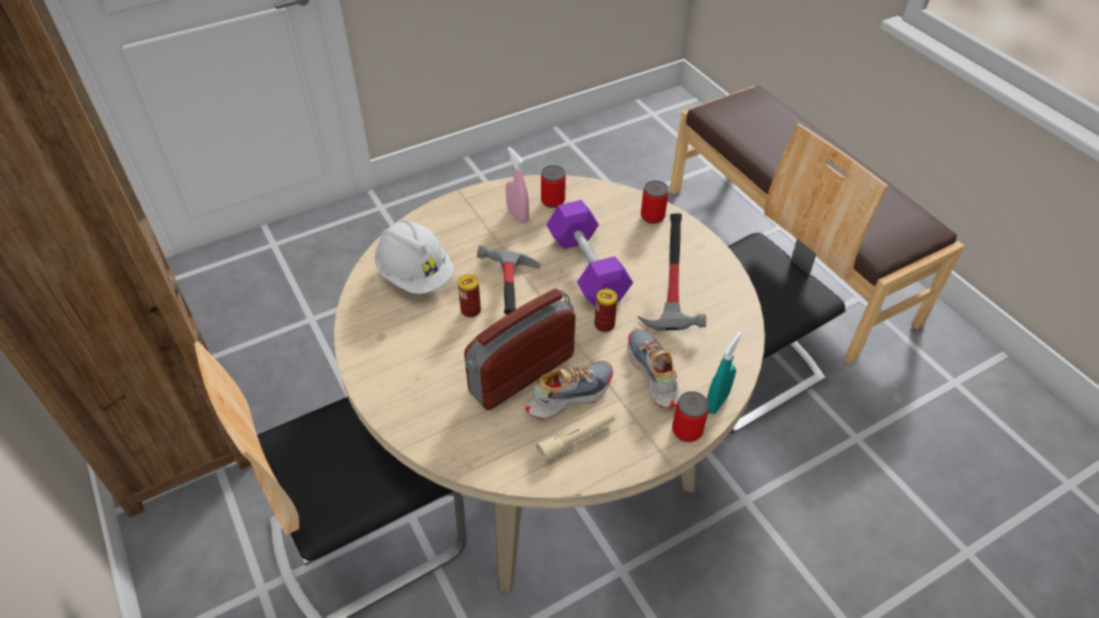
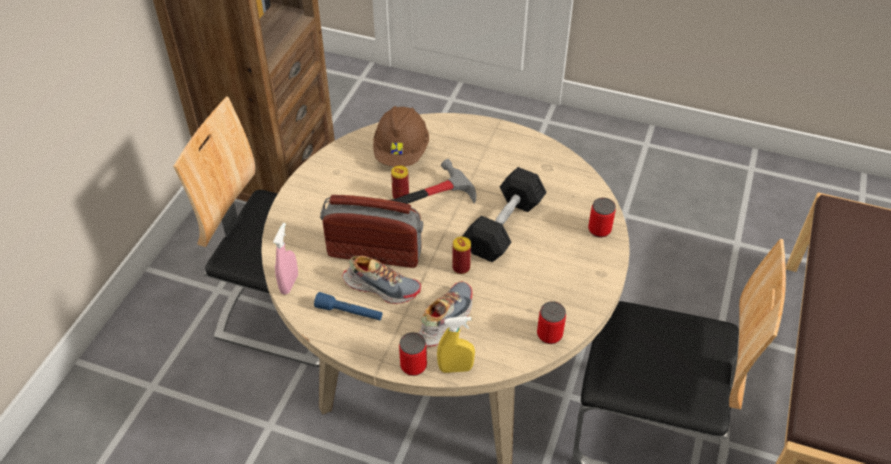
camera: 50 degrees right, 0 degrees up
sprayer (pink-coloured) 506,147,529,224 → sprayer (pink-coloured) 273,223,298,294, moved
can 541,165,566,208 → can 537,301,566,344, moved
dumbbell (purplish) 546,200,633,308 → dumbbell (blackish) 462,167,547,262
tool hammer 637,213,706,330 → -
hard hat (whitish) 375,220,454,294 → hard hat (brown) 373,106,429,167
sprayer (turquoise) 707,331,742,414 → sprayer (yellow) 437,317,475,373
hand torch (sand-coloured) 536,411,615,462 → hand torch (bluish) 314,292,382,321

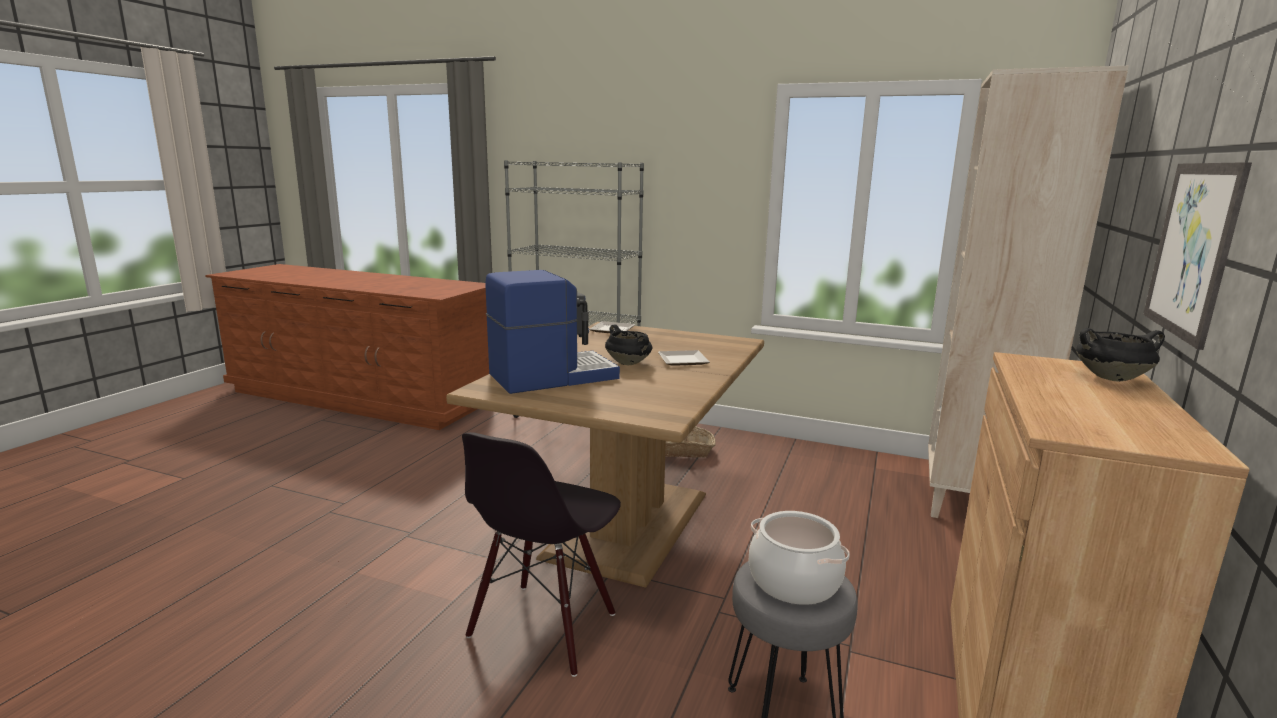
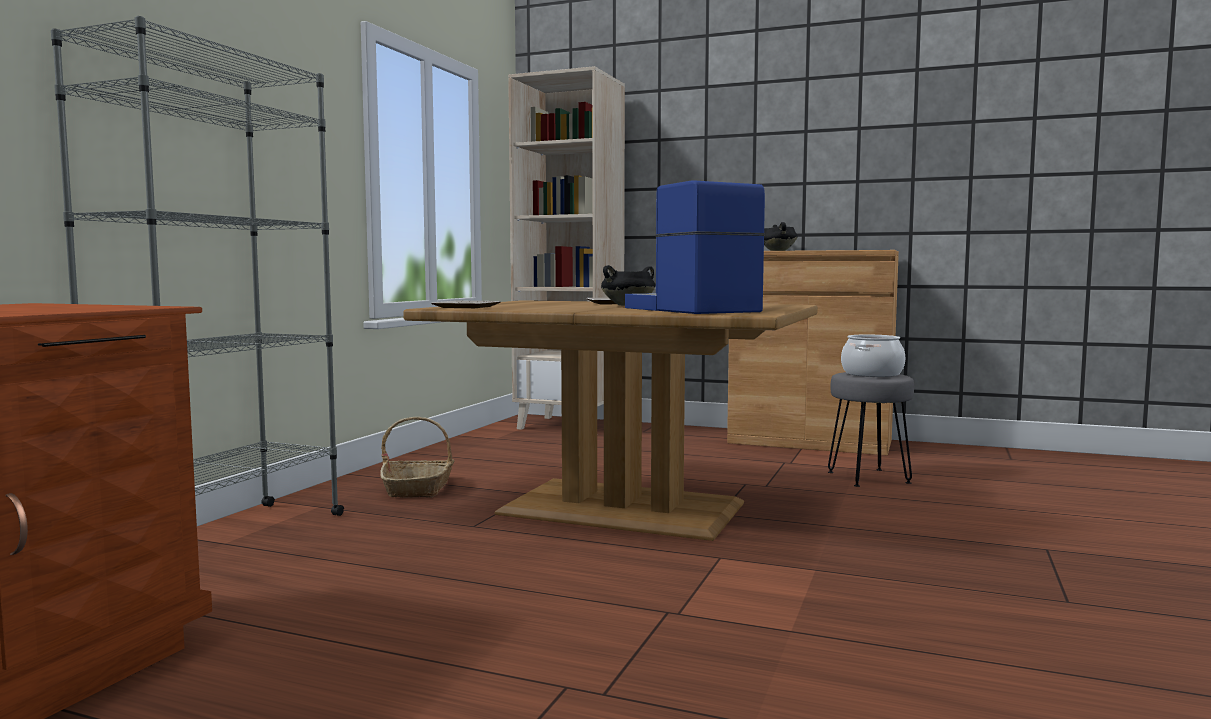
camera: 90 degrees left, 10 degrees down
picture 1143,162,1252,350 → -
plain chair (blackish) 462,432,621,677 → -

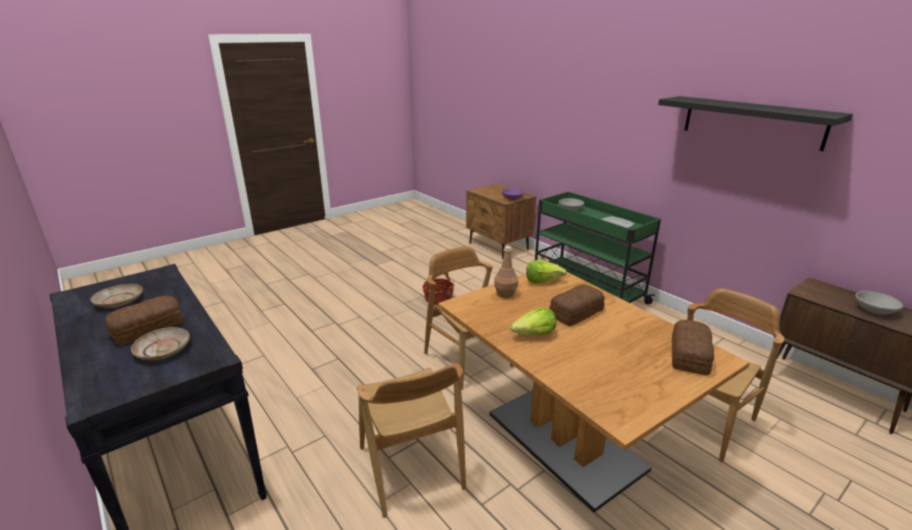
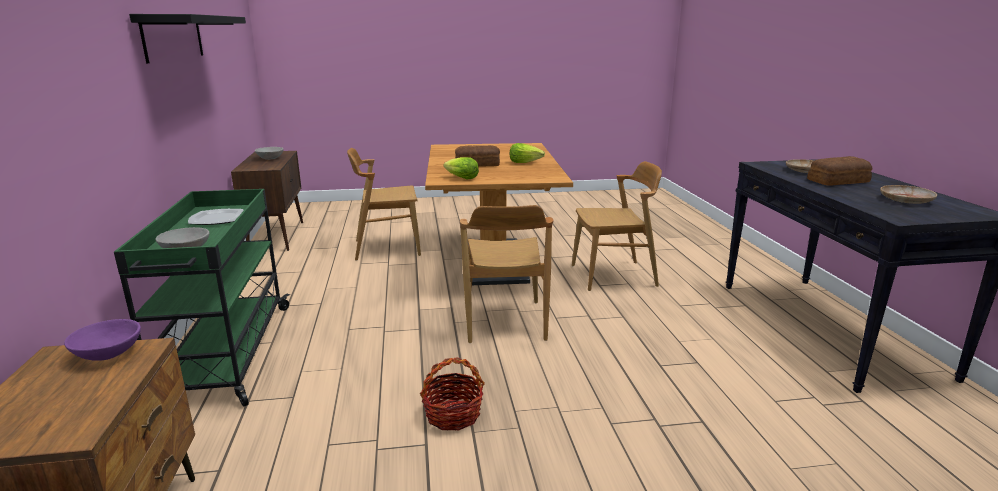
camera: 150 degrees left, 5 degrees down
beverage bottle (brown) 494,246,518,298 → -
bread 672,320,714,375 → -
plain chair (brown) 357,363,466,518 → plain chair (brown) 572,161,662,291, 75 degrees clockwise

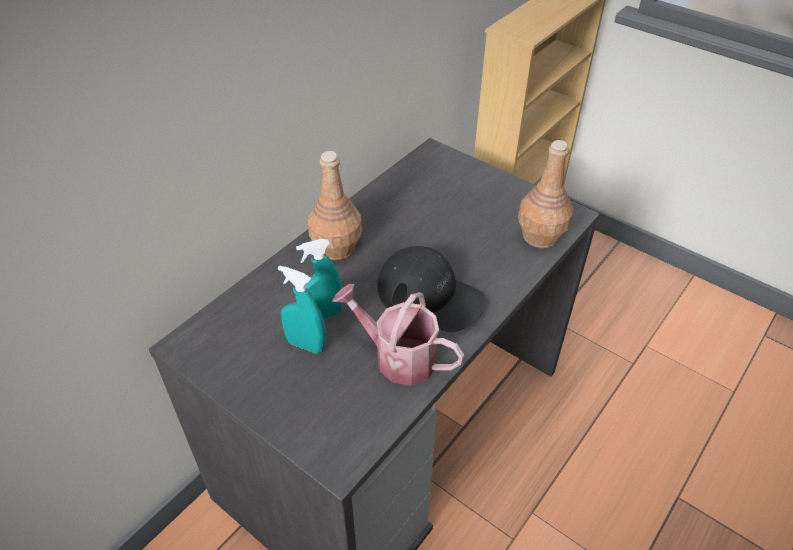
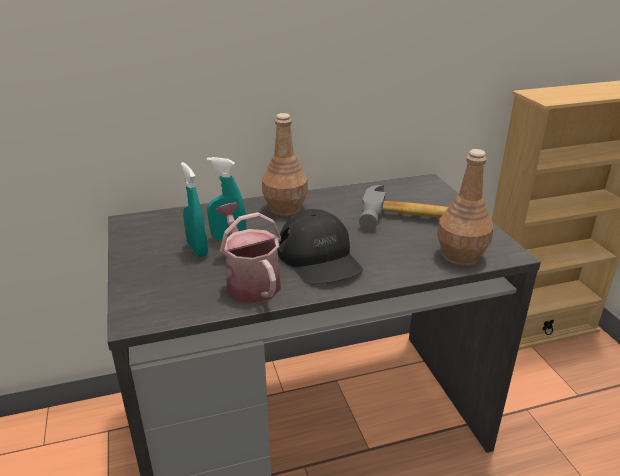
camera: 35 degrees right, 15 degrees down
- → tool hammer 359,185,448,230

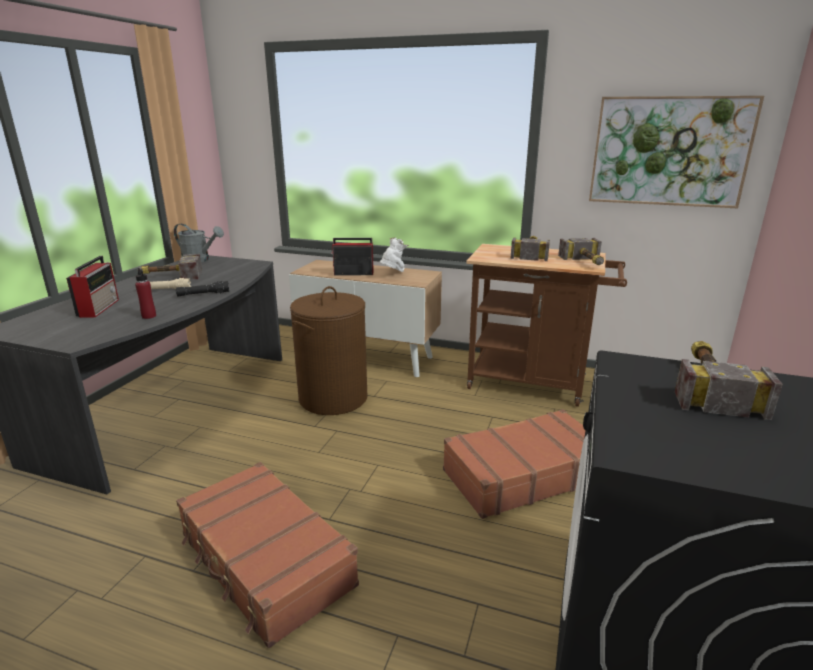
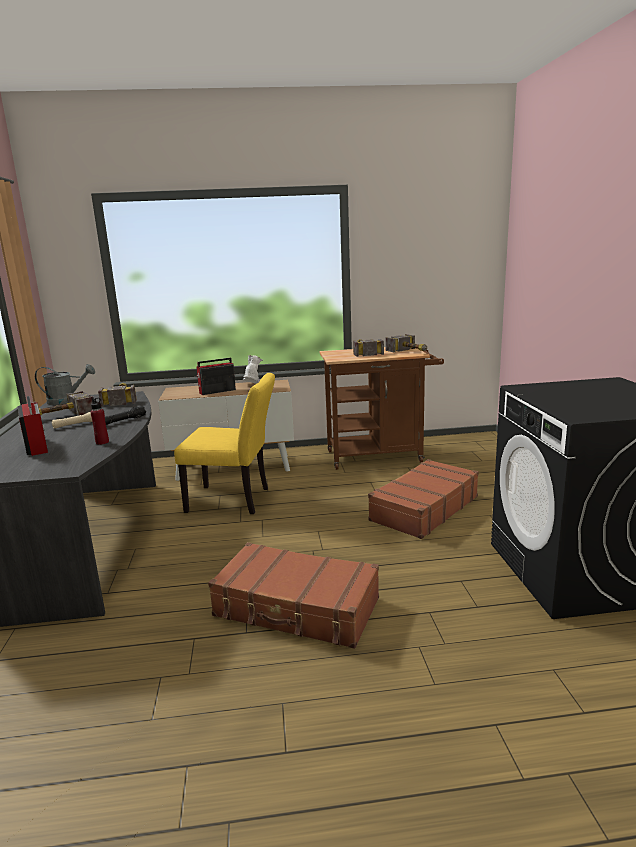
camera: 25 degrees left, 5 degrees down
picture 589,96,764,208 → -
hamper (brown) 290,286,367,415 → plain chair (yellow) 174,373,275,514
tool hammer 675,341,783,420 → tool hammer 98,383,137,407, moved

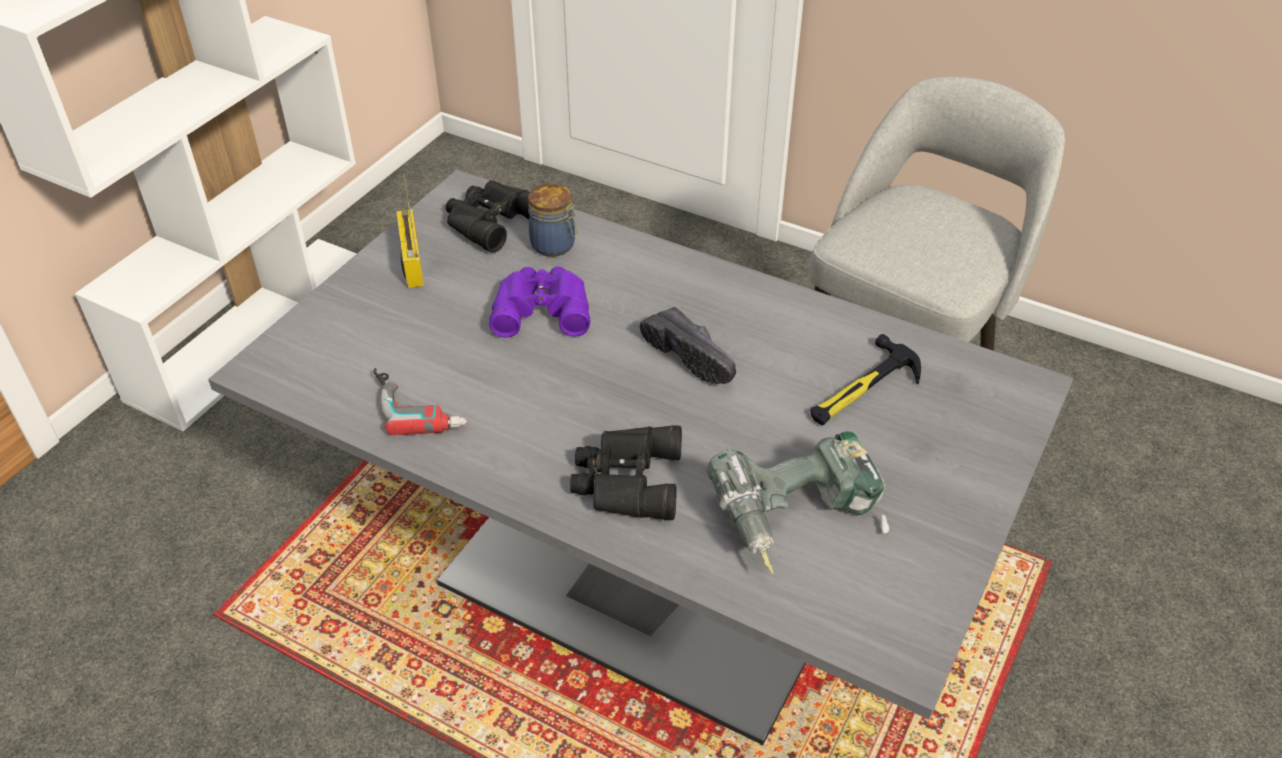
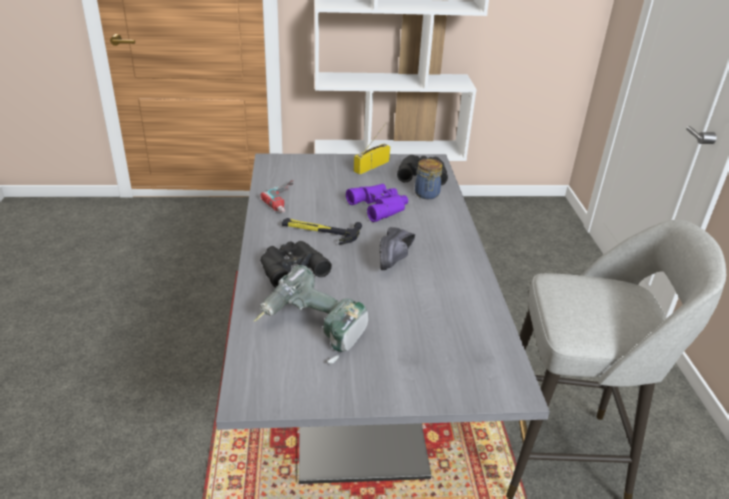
camera: 55 degrees right, 10 degrees down
tool hammer 811,334,921,425 → tool hammer 282,218,362,245, moved

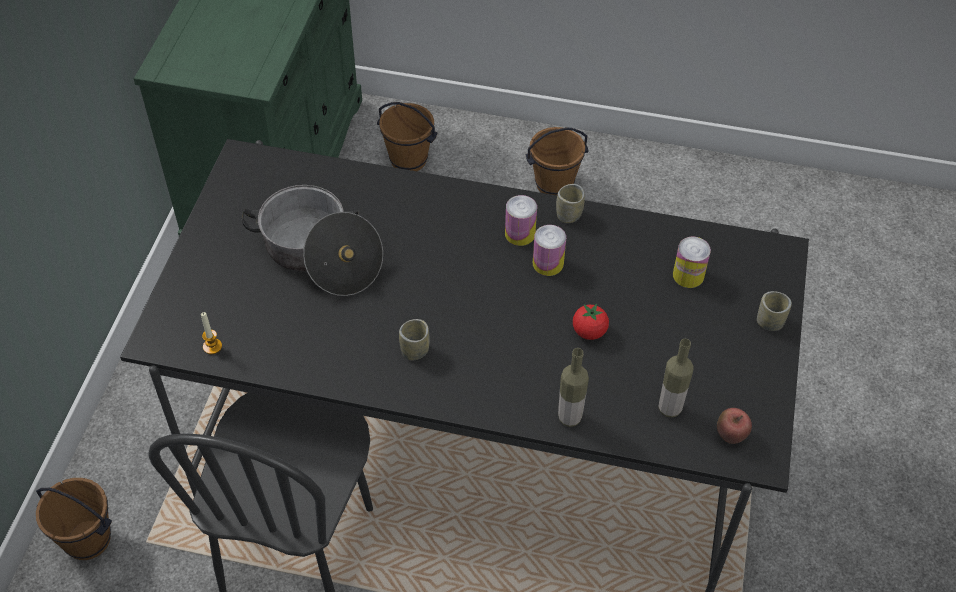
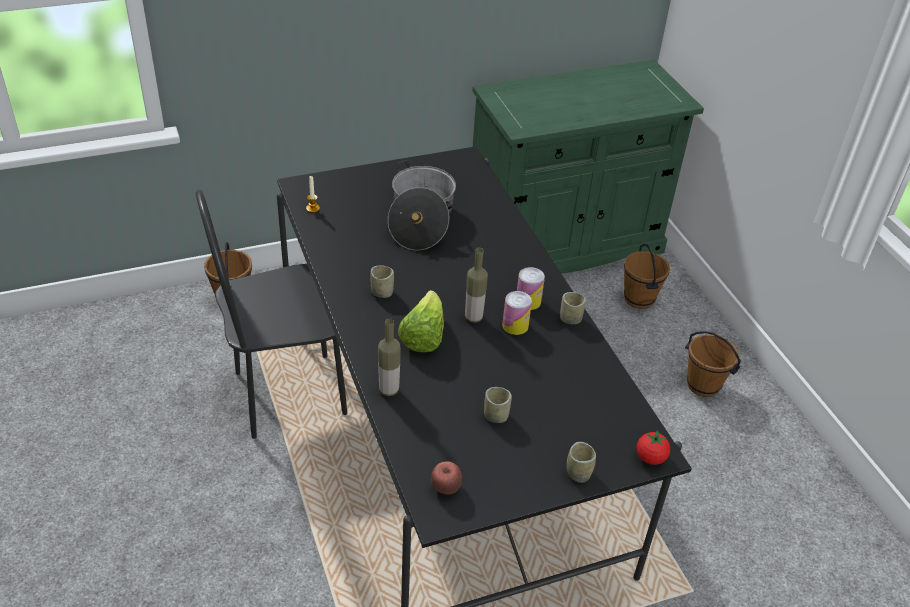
camera: 55 degrees right, 10 degrees down
can 673,237,711,288 → -
whole tomato 573,304,609,340 → whole tomato 637,430,670,465, moved
beverage bottle 658,339,694,418 → beverage bottle 465,248,488,323, moved
- → lettuce 398,290,444,352
- → drinking cup 484,387,512,423

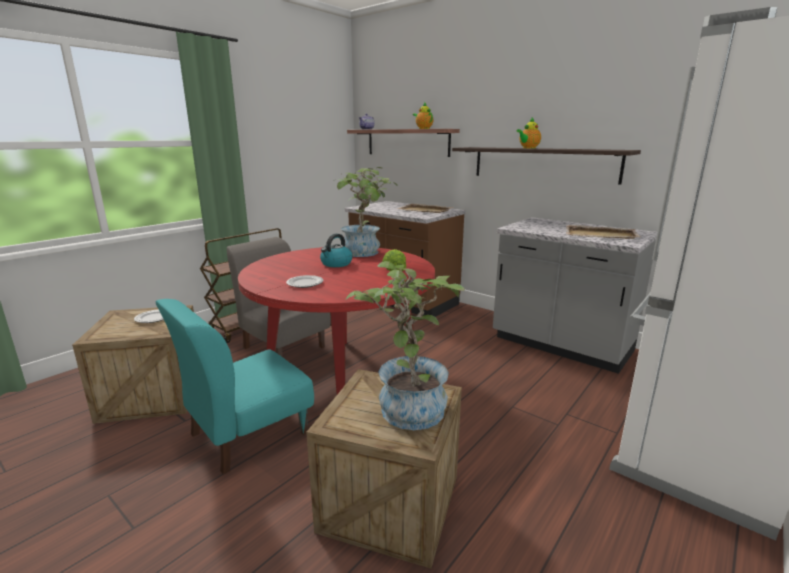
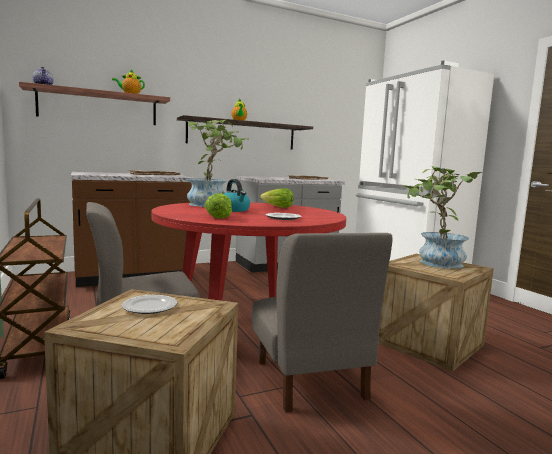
camera: 65 degrees left, 10 degrees down
plain chair (turquoise) 156,299,314,474 → plain chair (greyish) 252,233,393,413
- → lettuce 204,193,232,219

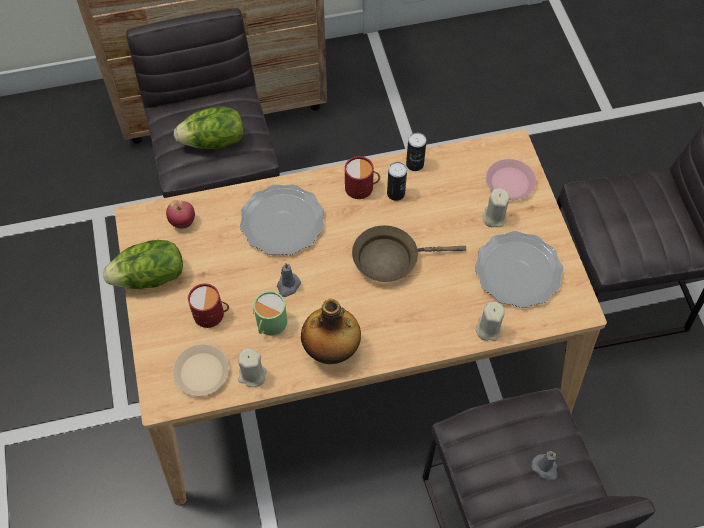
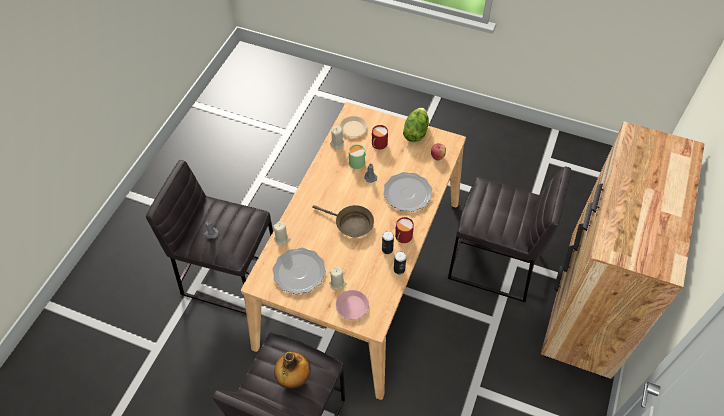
camera: 125 degrees right, 5 degrees down
lettuce 174,106,244,149 → -
frying pan (brown) 352,225,466,282 → frying pan (brown) 312,205,374,237, 90 degrees clockwise
beverage bottle 301,299,361,364 → beverage bottle 274,352,311,389, moved

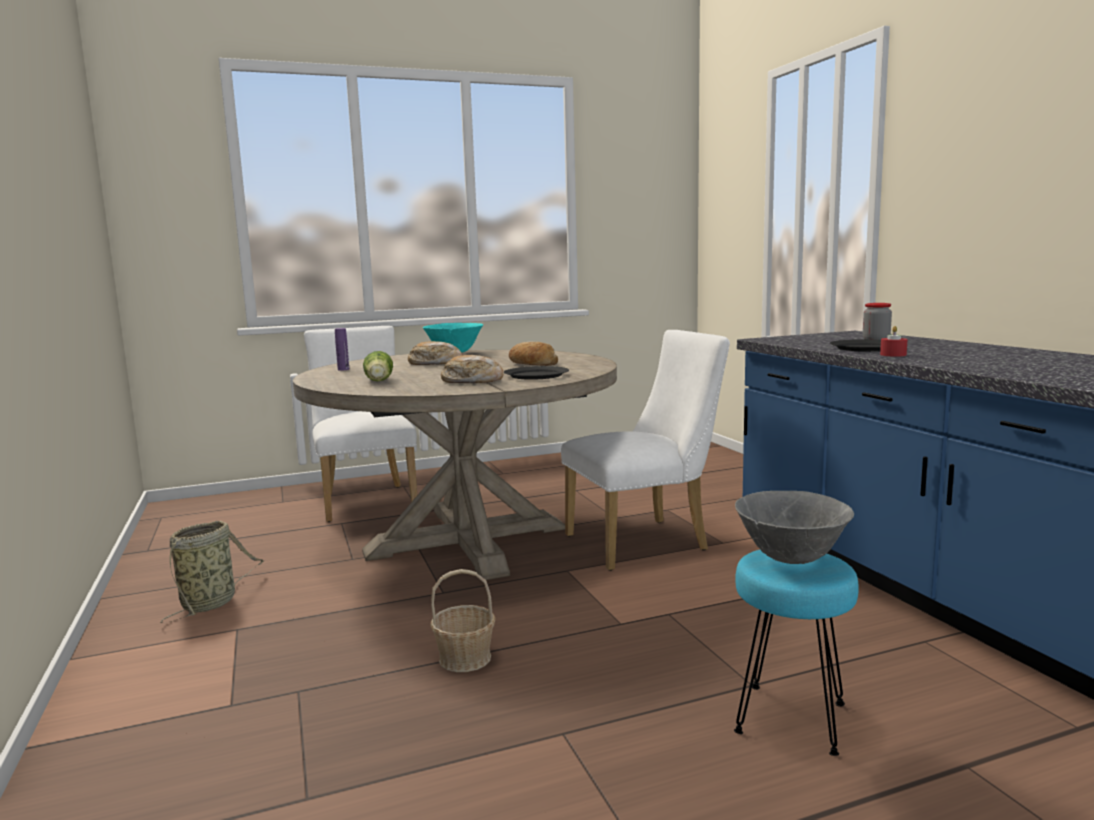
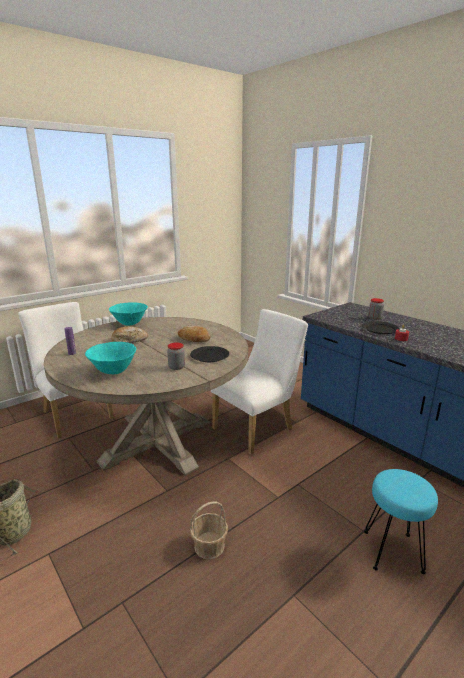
camera: 20 degrees left, 10 degrees up
lettuce 363,351,393,381 → deep dish (turquoise) 85,342,136,374
bread 441,355,503,383 → storage jar 167,342,185,370
deep dish (greyish) 735,491,854,564 → -

